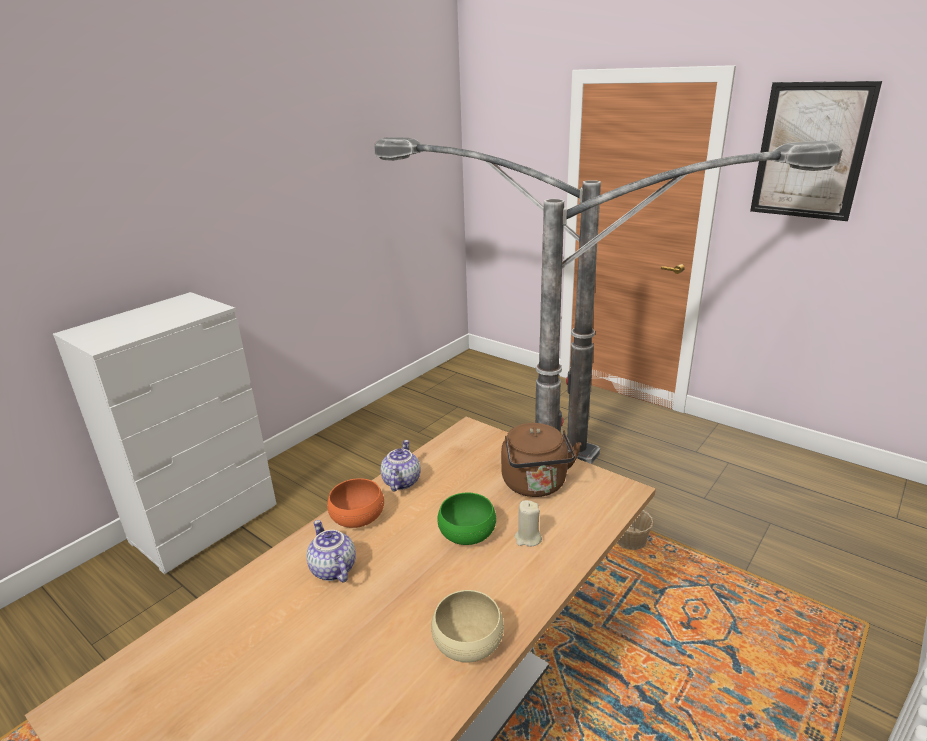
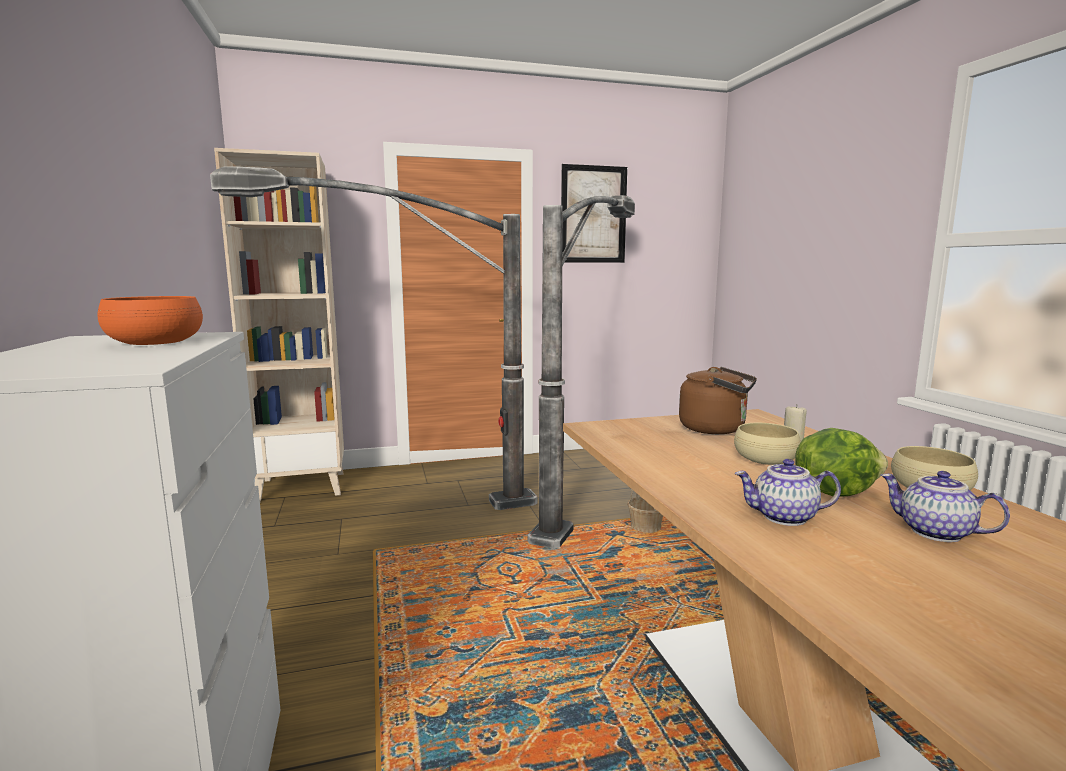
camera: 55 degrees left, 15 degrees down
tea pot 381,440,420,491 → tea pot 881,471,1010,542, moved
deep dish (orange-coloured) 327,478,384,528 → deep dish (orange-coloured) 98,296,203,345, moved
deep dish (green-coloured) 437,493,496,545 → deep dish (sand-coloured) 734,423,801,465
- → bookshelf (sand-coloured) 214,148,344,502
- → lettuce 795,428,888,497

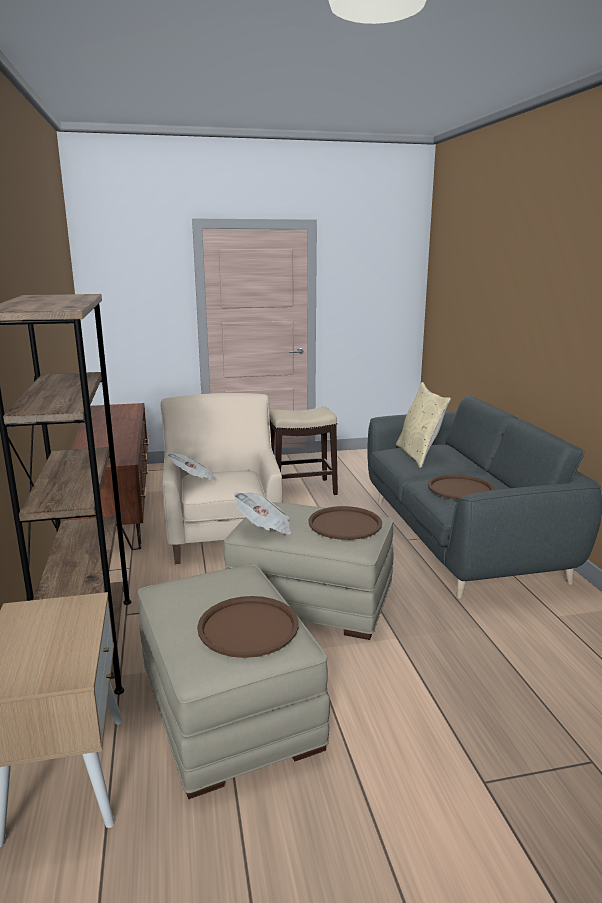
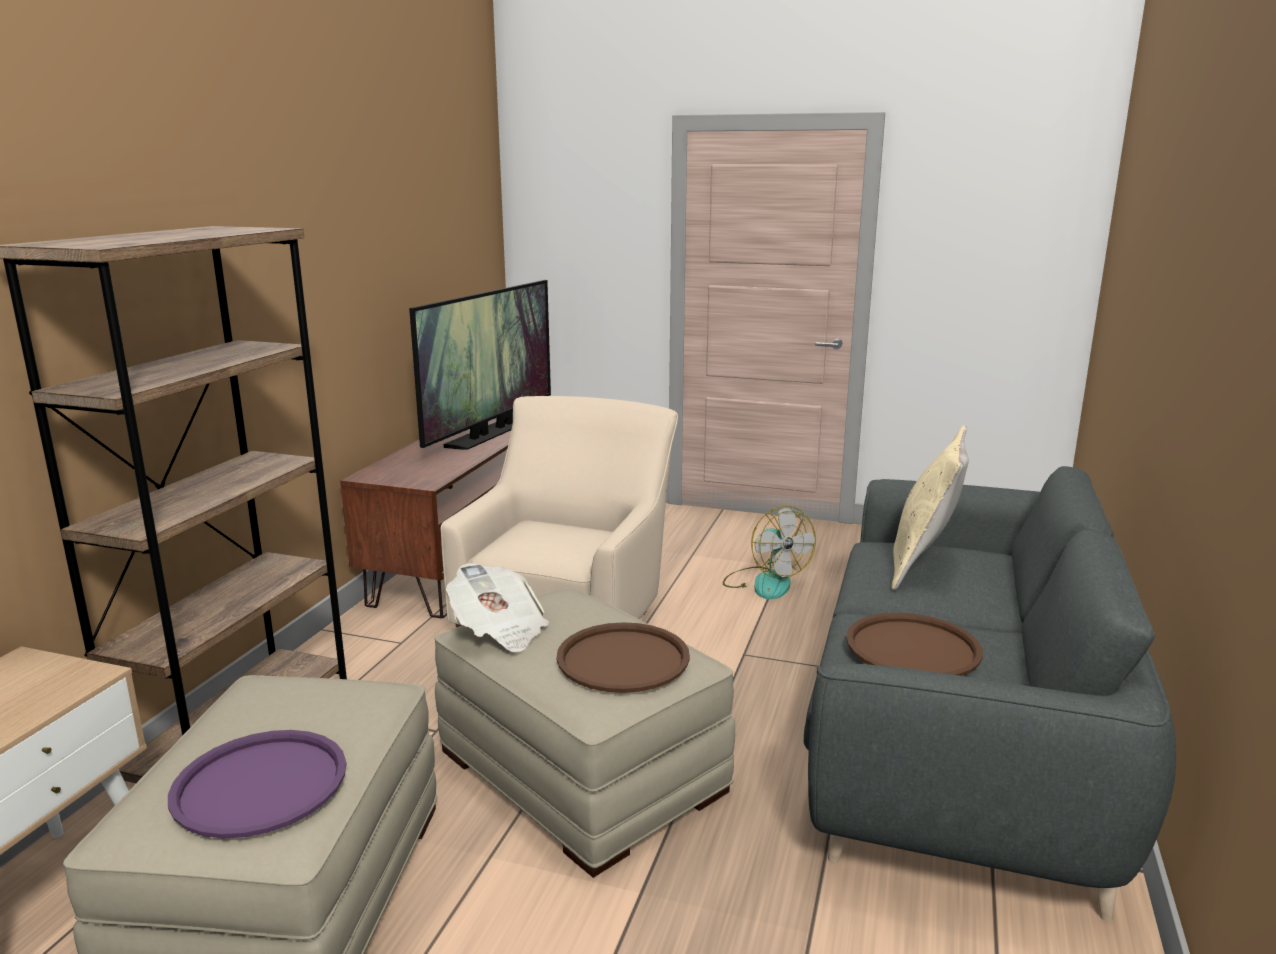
camera: 30 degrees right, 0 degrees up
stool seat 269,407,338,495 → cooling fan 723,506,816,599
daily paper 166,453,218,481 → -
serving tray (brown) 197,596,298,658 → serving tray (purplish) 168,730,346,838
- → television 409,280,551,450

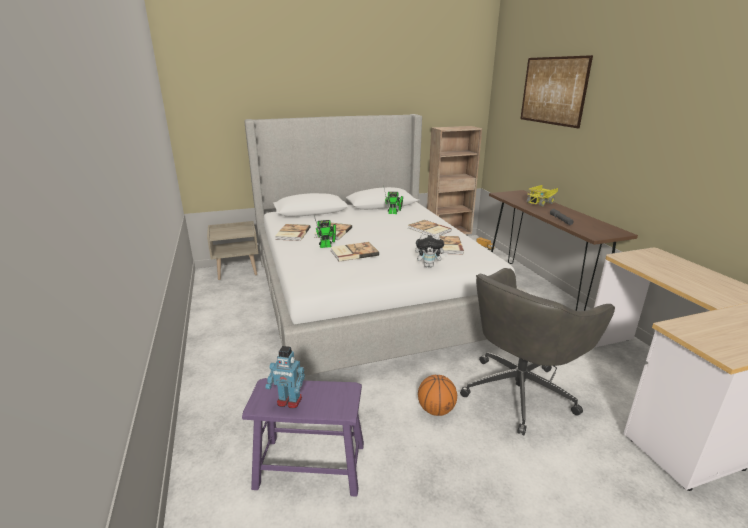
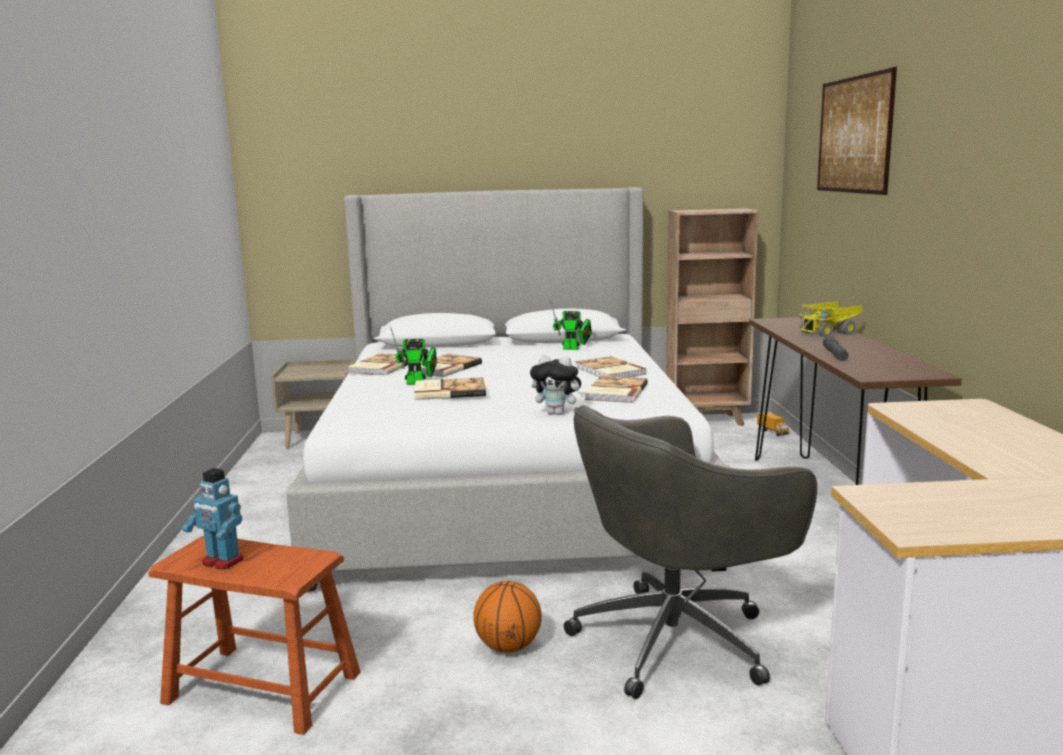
camera: 15 degrees right, 10 degrees down
stool seat (purplish) 242,378,364,497 → stool seat (brown) 148,536,361,735

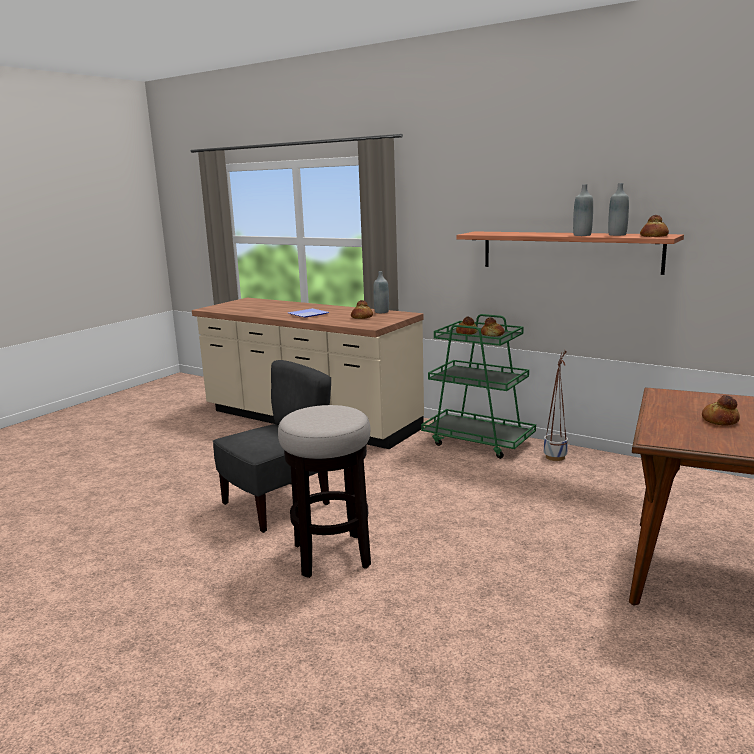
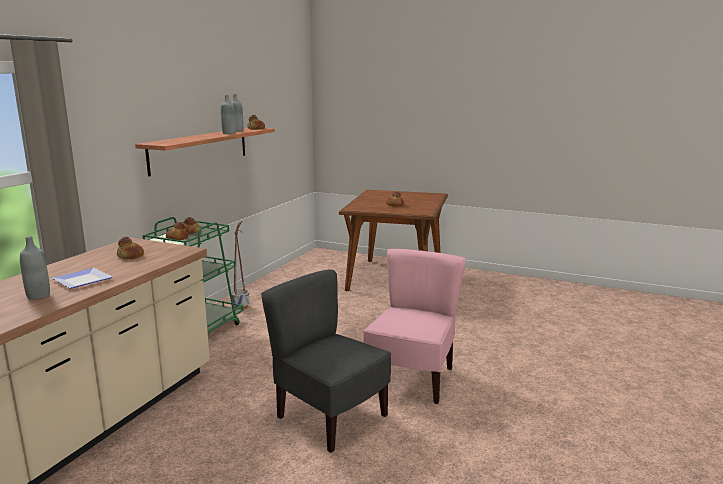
camera: 100 degrees left, 0 degrees up
beverage bottle (greyish) 373,271,389,313 → beverage bottle (greyish) 20,236,50,300, moved
stool seat 278,405,371,578 → plain chair (pink-coloured) 363,249,466,404

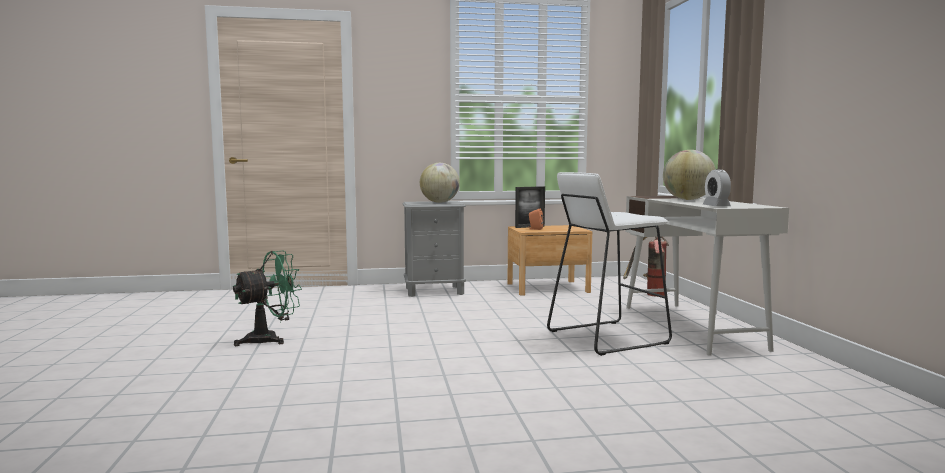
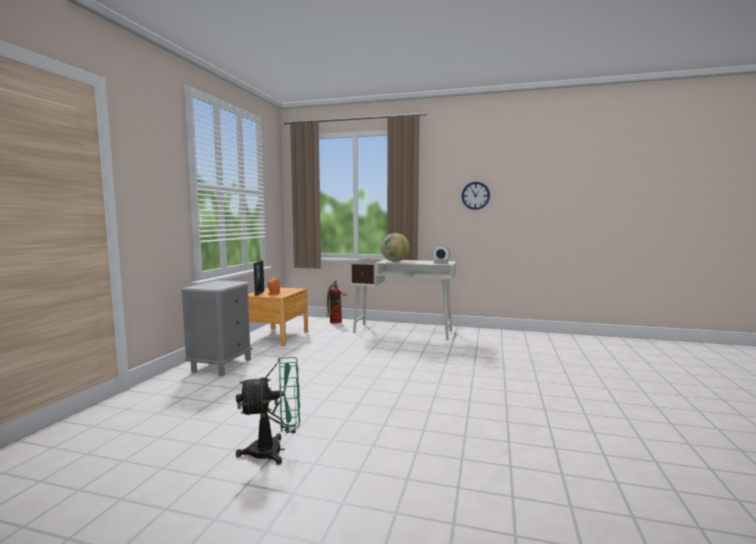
camera: 65 degrees left, 0 degrees up
desk globe 420,163,460,203 → -
stool seat (whitish) 547,172,672,356 → -
cooling fan (green-coloured) 233,250,302,346 → cooling fan (green-coloured) 236,357,300,465, 90 degrees clockwise
- → wall clock 462,182,490,210

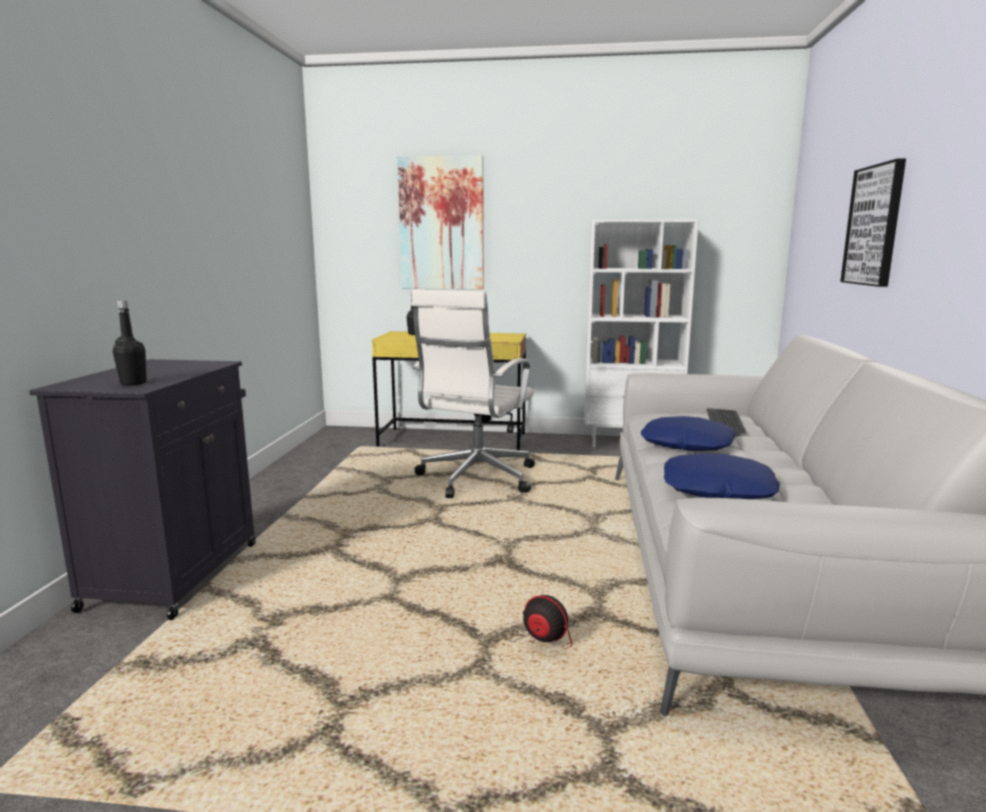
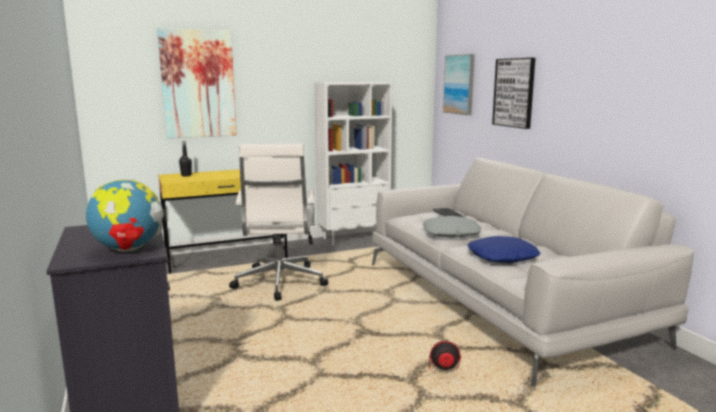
camera: 30 degrees left, 0 degrees up
beverage bottle (blackish) 113,300,147,385 → desk globe 86,179,166,252
pillow (bluish) 641,416,736,451 → pillow (greyish) 422,216,481,237
- → picture 443,54,474,115

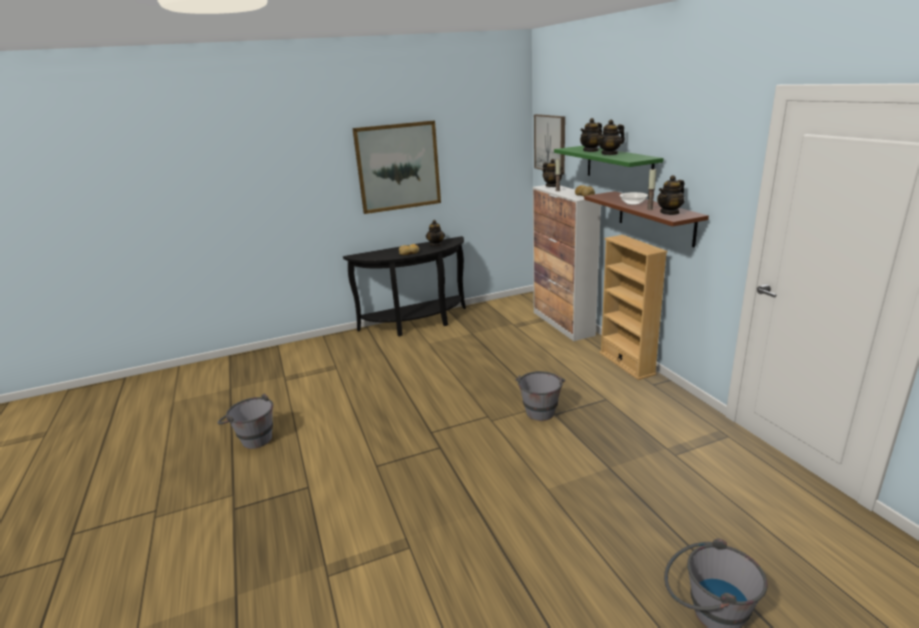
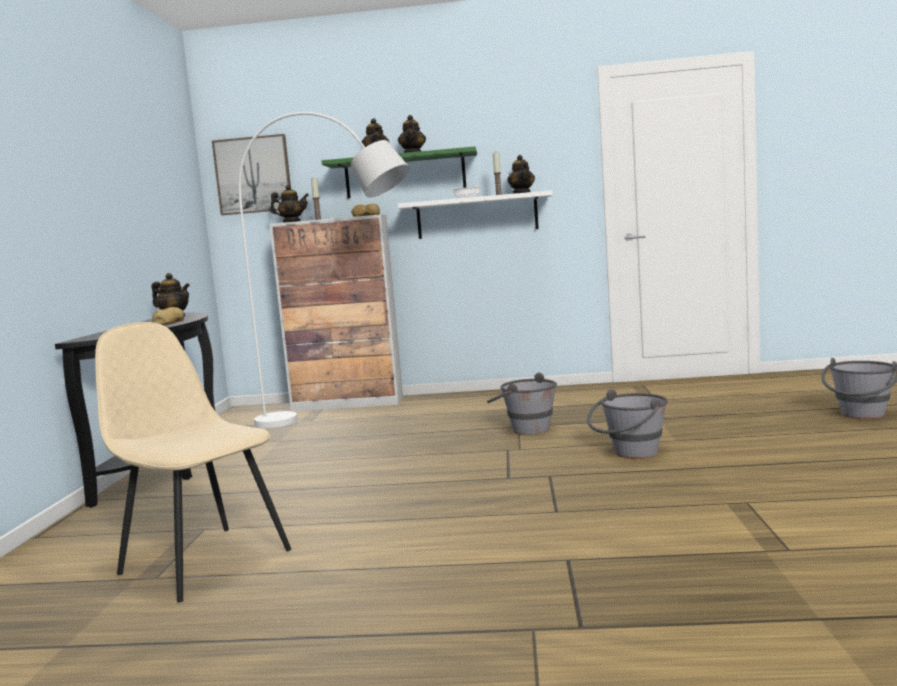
camera: 65 degrees left, 15 degrees down
picture 352,121,441,214 → -
shelf (brown) 584,191,709,248 → shelf (whitish) 397,190,553,239
bookshelf (sand-coloured) 599,235,668,380 → -
pail (greyish) 218,394,273,449 → pail (greyish) 587,389,668,459, moved
- → standard lamp (whitish) 239,112,410,428
- → plain chair (sand-coloured) 95,322,291,602

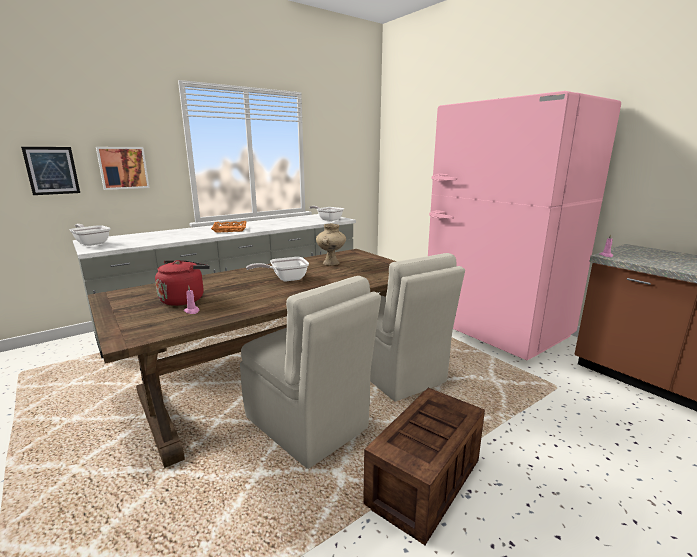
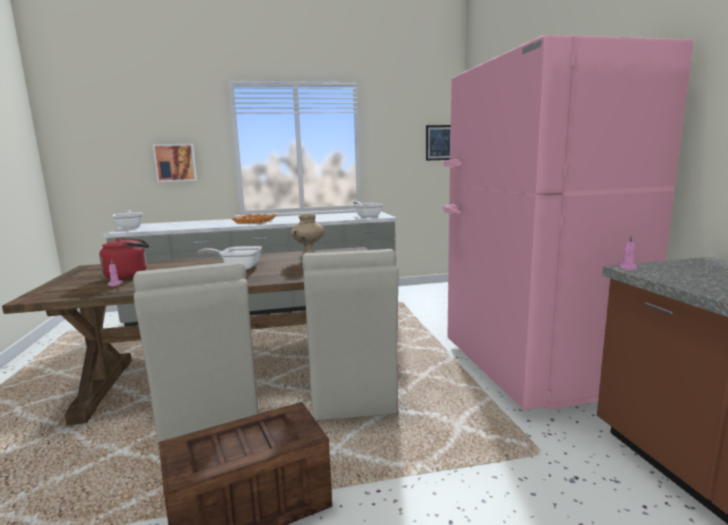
camera: 25 degrees right, 5 degrees down
picture 21,147,80,195 → picture 426,125,451,161, moved

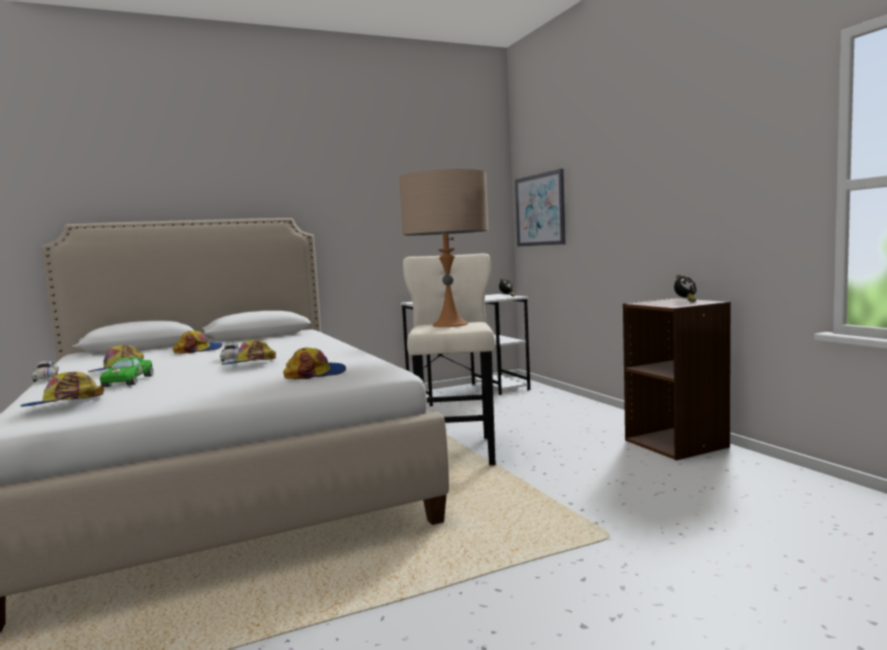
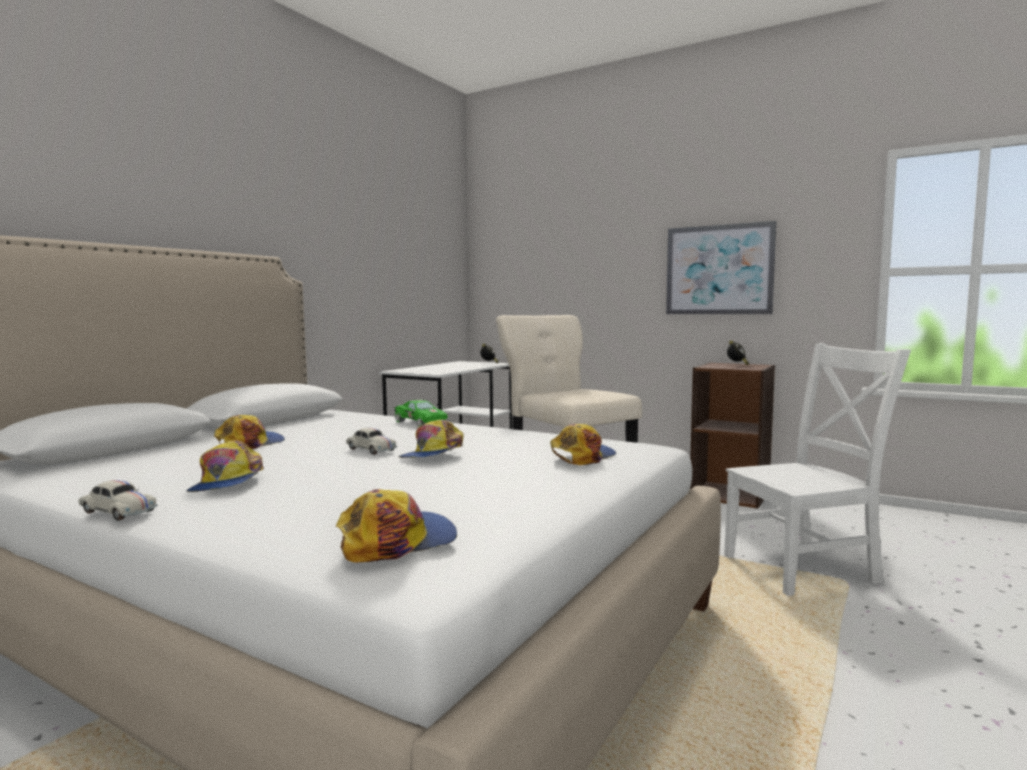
camera: 35 degrees left, 0 degrees up
lamp for a table (sand-coloured) 399,169,488,327 → -
picture 515,169,566,247 → picture 666,221,776,314, moved
miniature car (green-coloured) 100,357,154,387 → miniature car (green-coloured) 394,400,447,427, moved
baseball cap 20,371,104,407 → baseball cap 336,489,457,562, 150 degrees counterclockwise
- → plain chair (whitish) 724,343,911,596

